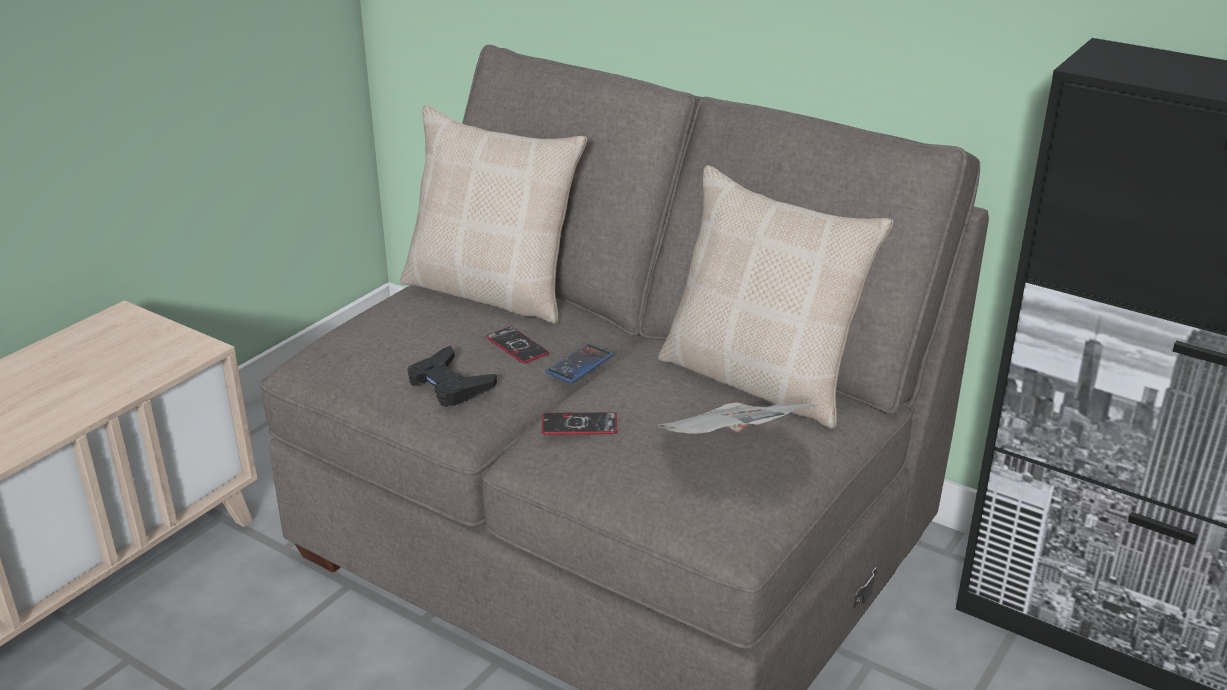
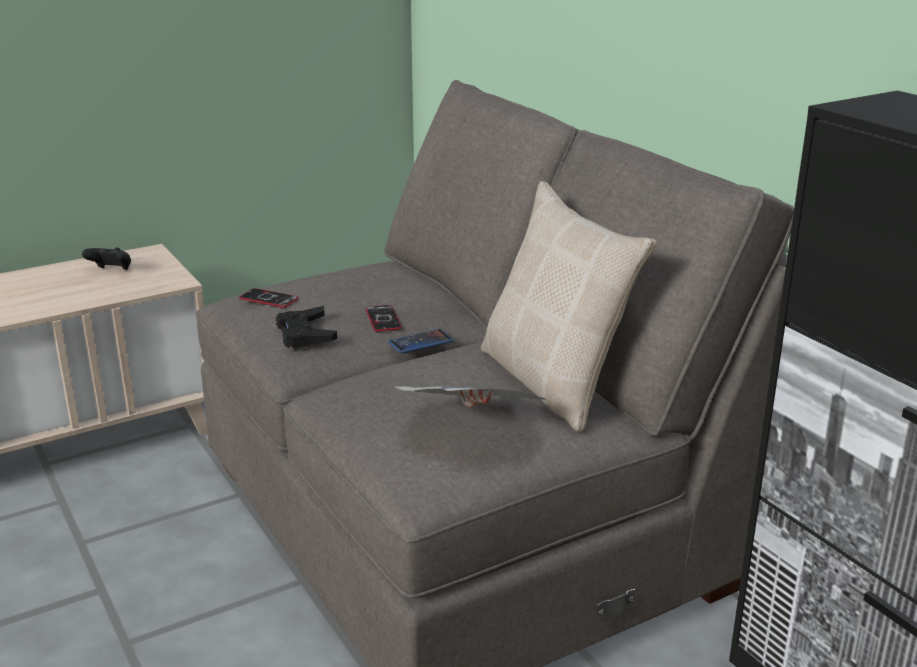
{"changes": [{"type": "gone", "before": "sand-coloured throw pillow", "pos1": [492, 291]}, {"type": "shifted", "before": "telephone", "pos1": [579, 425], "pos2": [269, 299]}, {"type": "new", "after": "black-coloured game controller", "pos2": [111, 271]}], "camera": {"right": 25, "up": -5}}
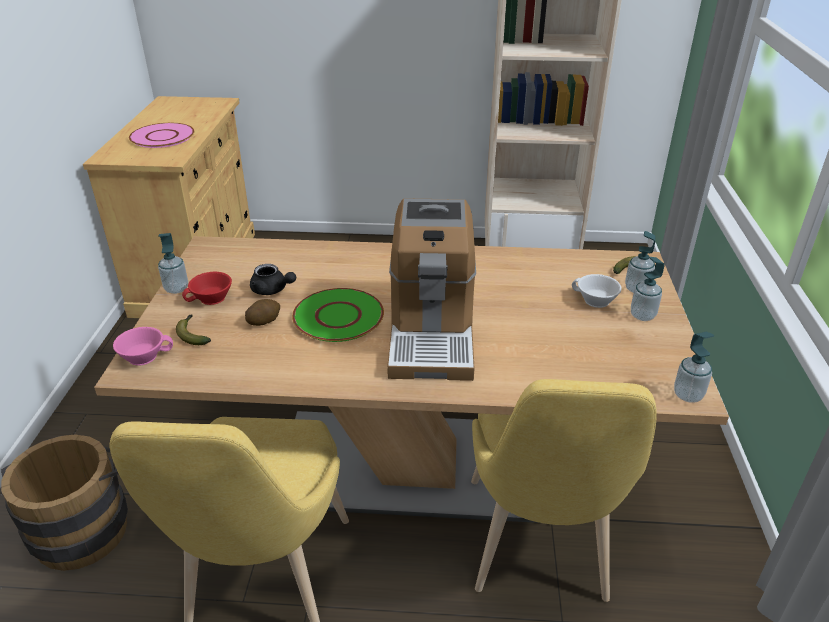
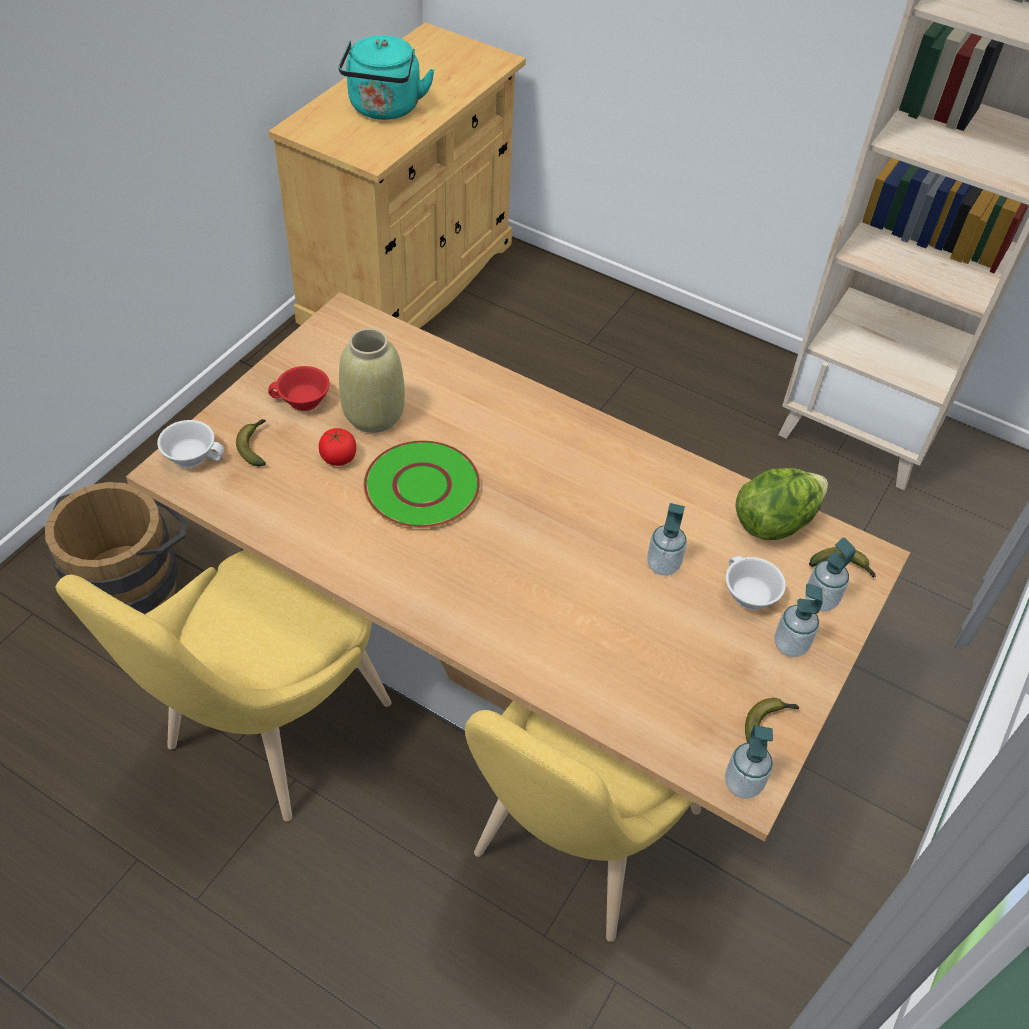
{"changes": [{"type": "swapped", "before": "pinkish plate", "after": "blue-green kettle", "pos1": [162, 137], "pos2": [384, 109]}, {"type": "gone", "before": "coffee maker", "pos1": [431, 333]}, {"type": "shifted", "before": "soap bottle", "pos1": [176, 288], "pos2": [663, 565]}, {"type": "swapped", "before": "black-coloured teapot", "after": "sand-coloured flower vase", "pos1": [272, 290], "pos2": [375, 415]}, {"type": "swapped", "before": "spud", "after": "fresh tomato", "pos1": [264, 321], "pos2": [338, 458]}, {"type": "repainted", "before": "pinkish cup", "after": "white cup", "pos1": [144, 355], "pos2": [192, 454]}, {"type": "new", "after": "lettuce", "pos2": [774, 522]}, {"type": "new", "after": "banana", "pos2": [768, 724]}], "camera": {"right": 25, "up": 15}}
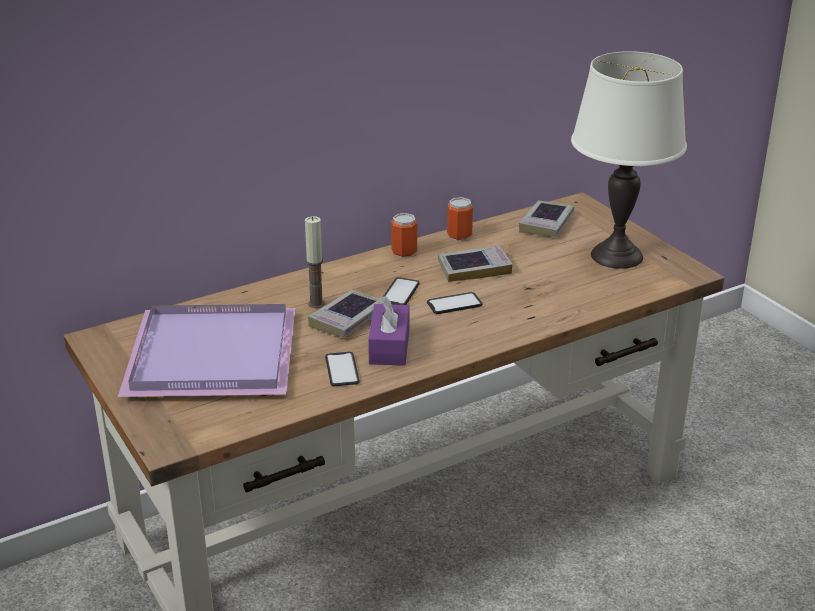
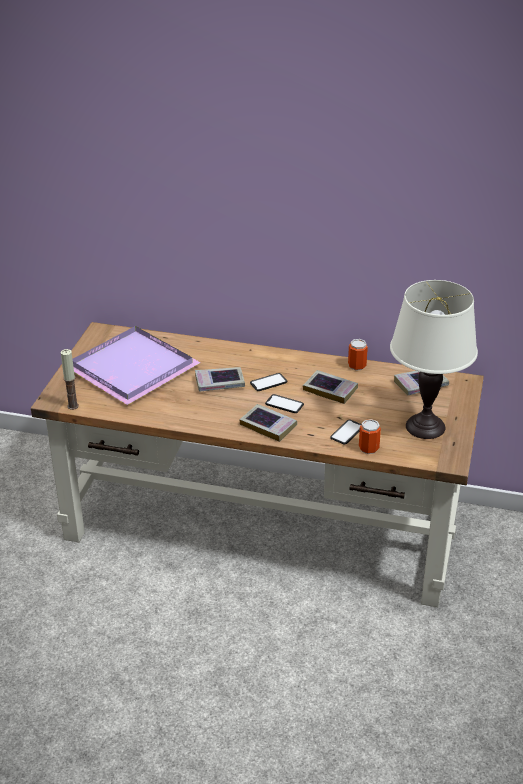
{"changes": [{"type": "shifted", "before": "sealed can", "pos1": [404, 252], "pos2": [368, 448]}, {"type": "shifted", "before": "wax light", "pos1": [316, 304], "pos2": [73, 406]}, {"type": "gone", "before": "purple tissue box", "pos1": [389, 346]}, {"type": "shifted", "before": "telephone", "pos1": [342, 370], "pos2": [346, 432]}, {"type": "new", "after": "bound book", "pos2": [268, 426]}], "camera": {"right": 45, "up": 5}}
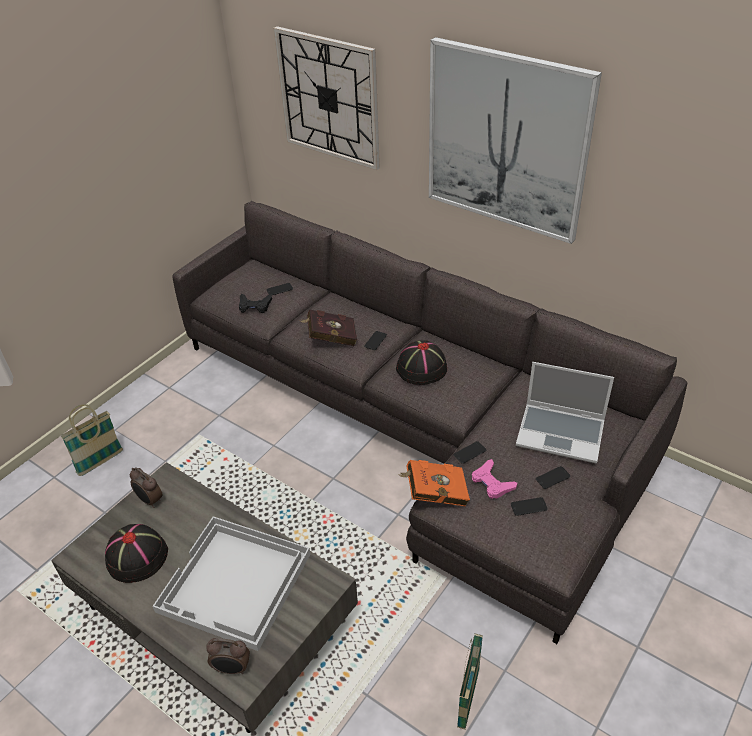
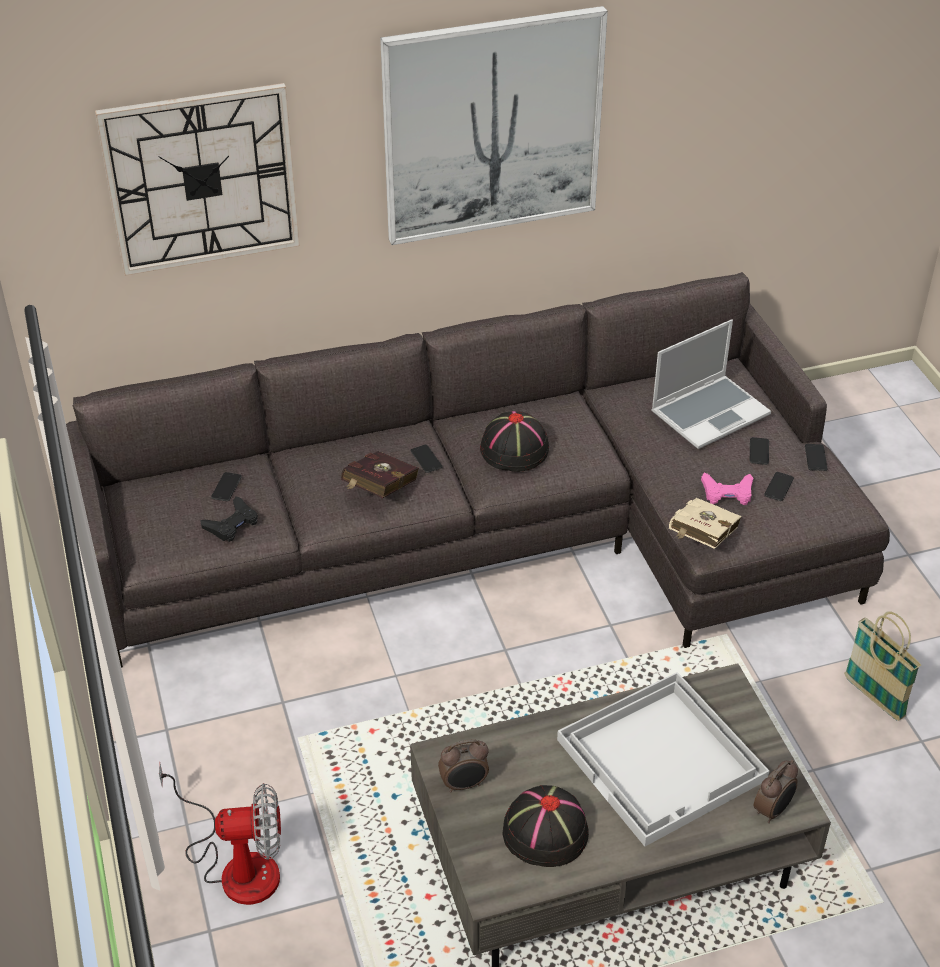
{"changes": [{"type": "swapped", "before": "basket", "after": "electric fan", "pos1": [100, 462], "pos2": [237, 865]}, {"type": "shifted", "before": "telephone", "pos1": [470, 453], "pos2": [815, 458]}, {"type": "repainted", "before": "orange bound book", "after": "sand-coloured bound book", "pos1": [434, 493], "pos2": [700, 539]}], "camera": {"right": -55, "up": 0}}
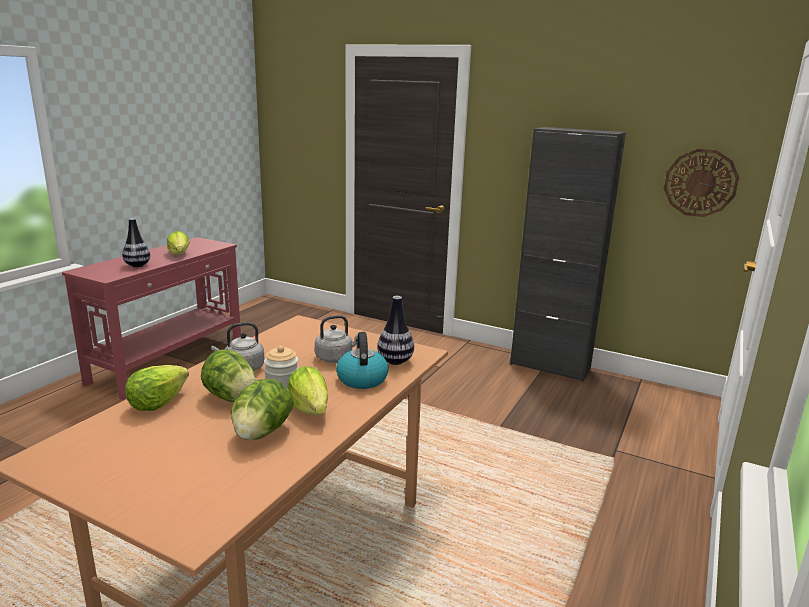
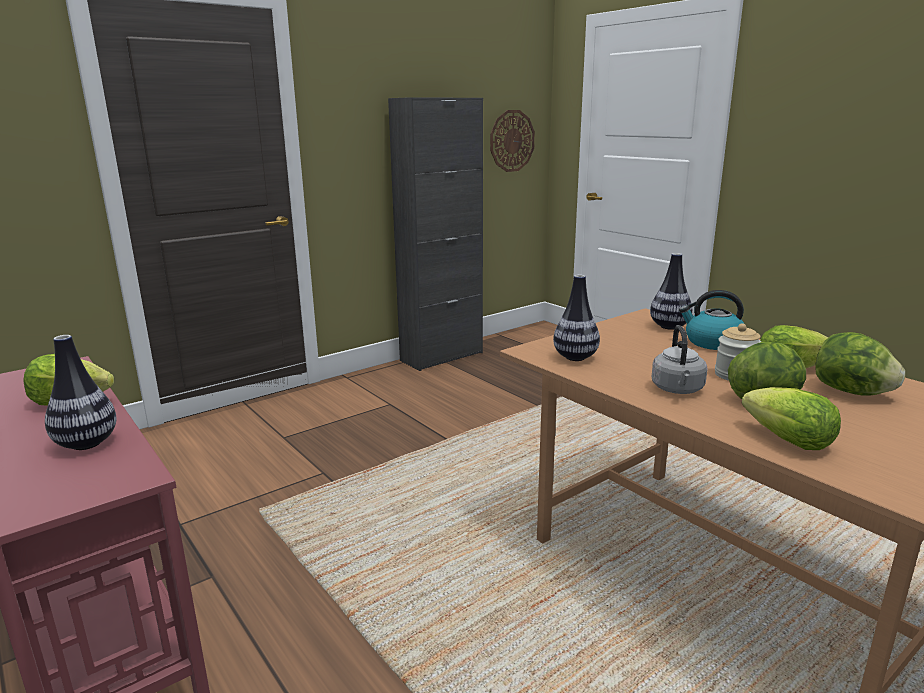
{"changes": [{"type": "gone", "before": "grey kettle", "pos1": [336, 357]}, {"type": "new", "after": "flower vase", "pos2": [575, 357]}], "camera": {"right": -65, "up": 0}}
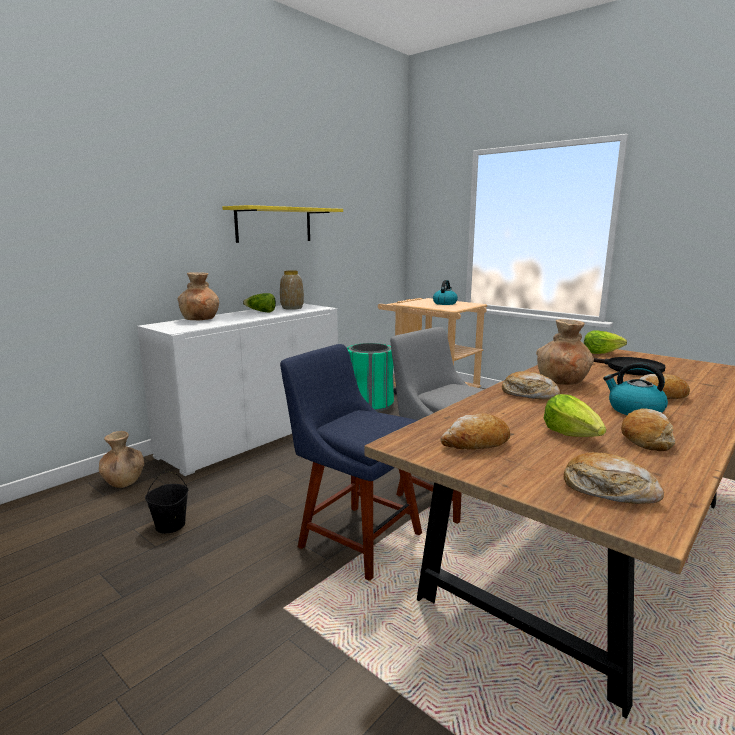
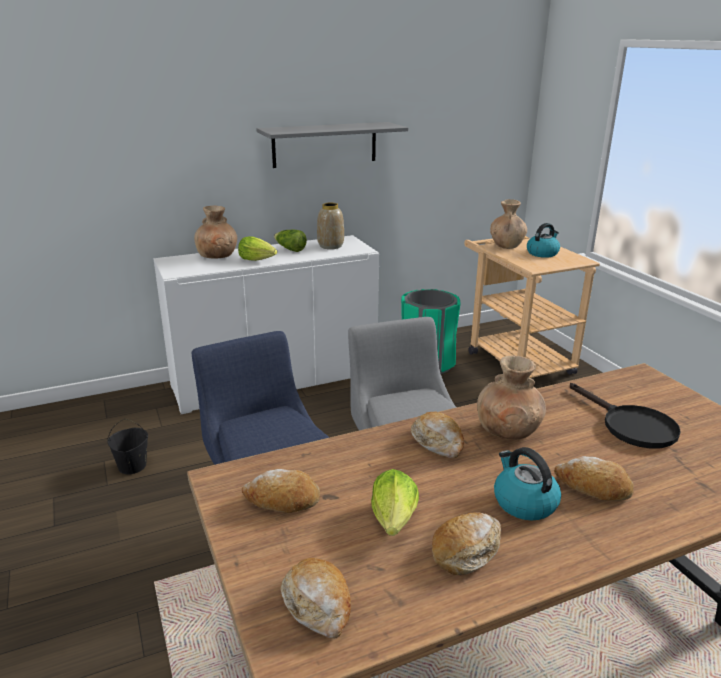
{"changes": [{"type": "repainted", "before": "yellow wall shelf", "after": "grey wall shelf", "pos1": [274, 225], "pos2": [325, 144]}, {"type": "shifted", "before": "lettuce", "pos1": [601, 353], "pos2": [257, 259]}, {"type": "shifted", "before": "brown-coloured flower vase", "pos1": [124, 482], "pos2": [506, 245]}], "camera": {"right": 25, "up": 10}}
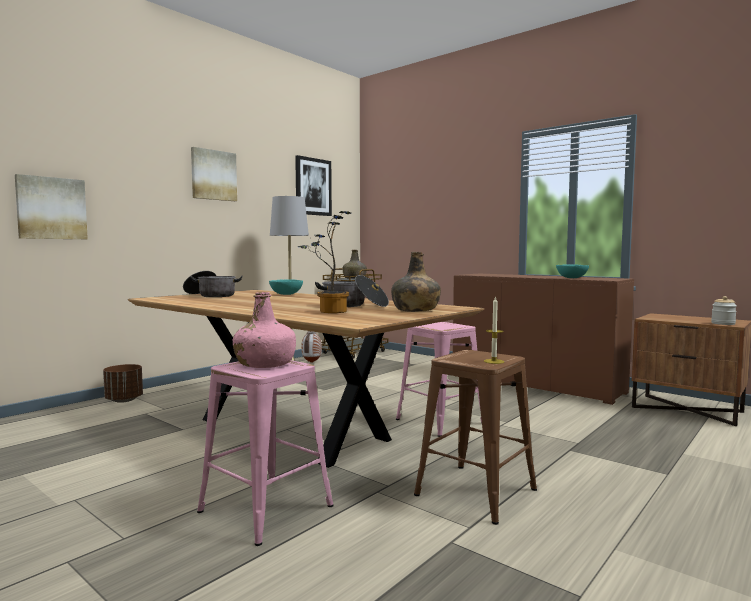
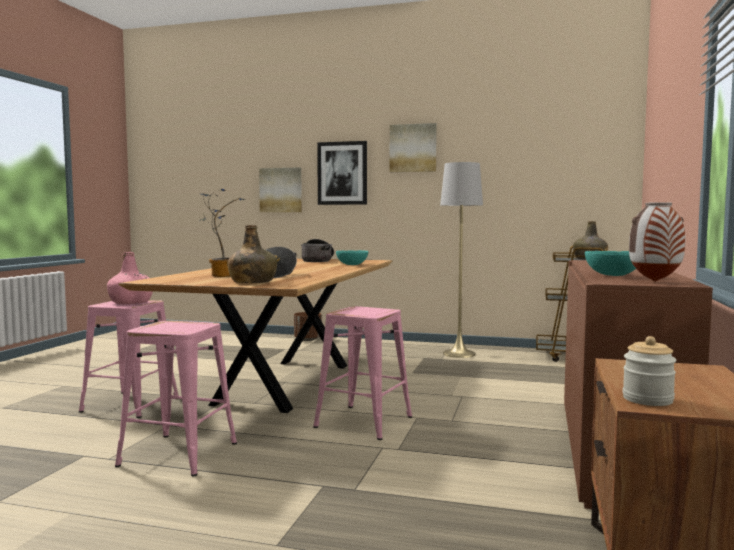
{"changes": [{"type": "shifted", "before": "picture", "pos1": [313, 186], "pos2": [342, 173]}, {"type": "gone", "before": "wax light", "pos1": [494, 361]}, {"type": "shifted", "before": "flower vase", "pos1": [311, 362], "pos2": [654, 281]}, {"type": "repainted", "before": "brown-coloured stool", "after": "pinkish stool", "pos1": [477, 492], "pos2": [178, 454]}], "camera": {"right": 65, "up": 0}}
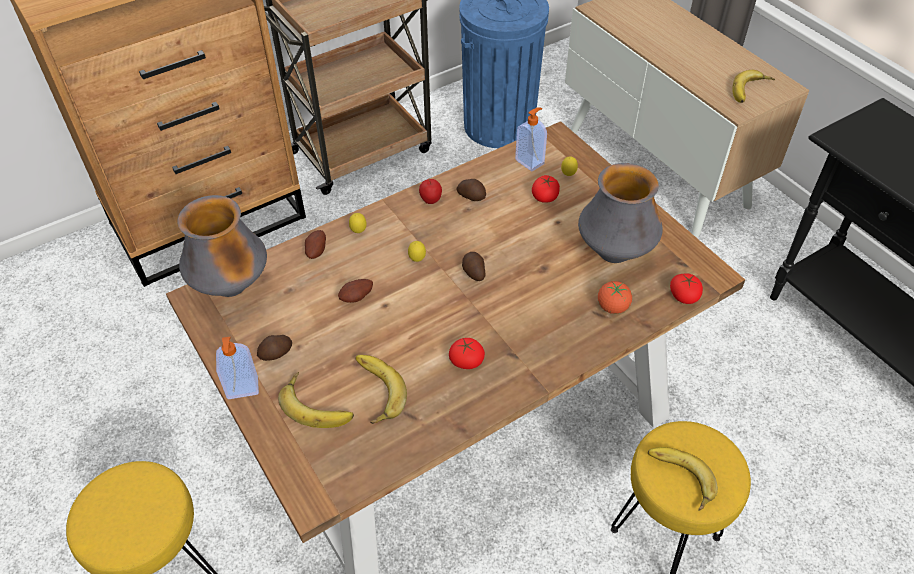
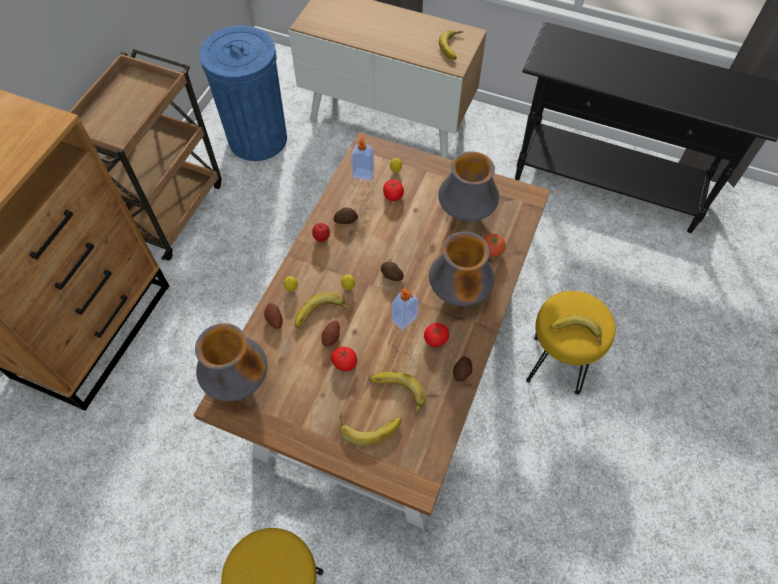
{"changes": [{"type": "shifted", "before": "fresh tomato", "pos1": [684, 296], "pos2": [344, 362]}, {"type": "shifted", "before": "spud", "pos1": [276, 354], "pos2": [462, 371]}, {"type": "shifted", "before": "soap bottle", "pos1": [242, 389], "pos2": [405, 319]}, {"type": "new", "after": "flower vase", "pos2": [459, 292]}, {"type": "new", "after": "banana", "pos2": [321, 315]}], "camera": {"right": -35, "up": 10}}
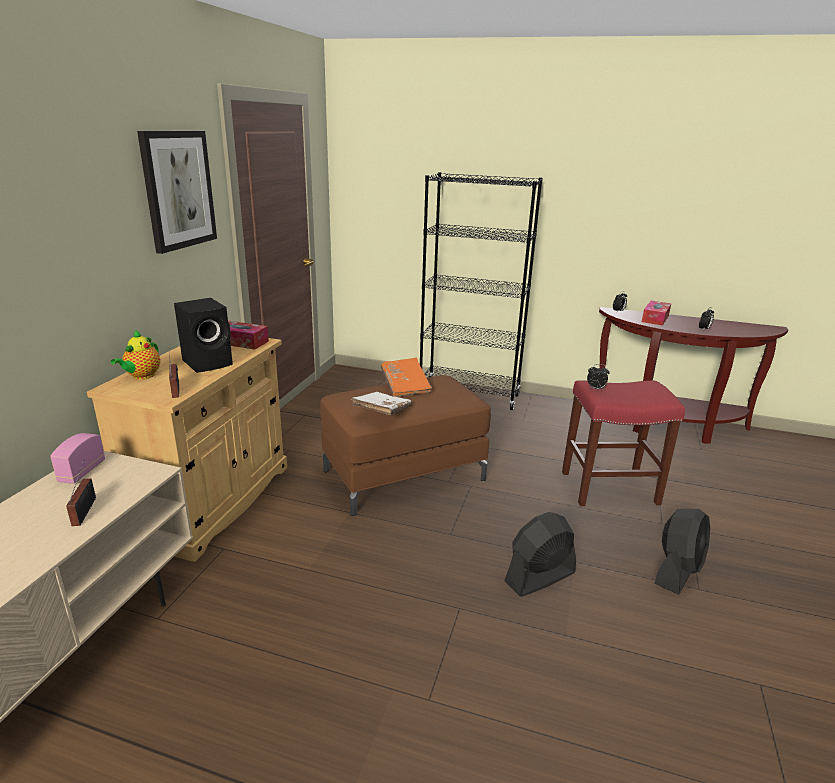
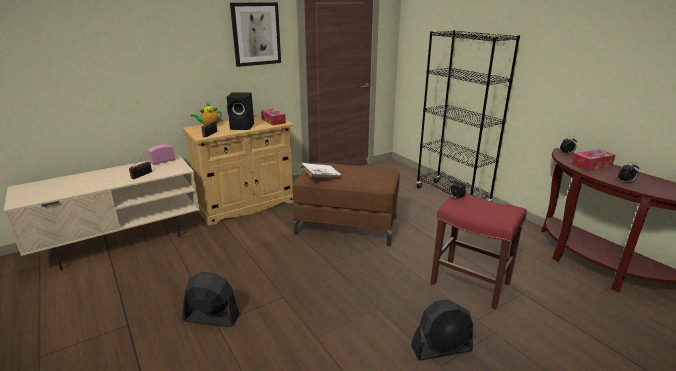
{"changes": [{"type": "gone", "before": "orange bound book", "pos1": [405, 386]}, {"type": "shifted", "before": "black-coloured electric fan", "pos1": [539, 577], "pos2": [211, 318]}], "camera": {"right": 40, "up": 0}}
